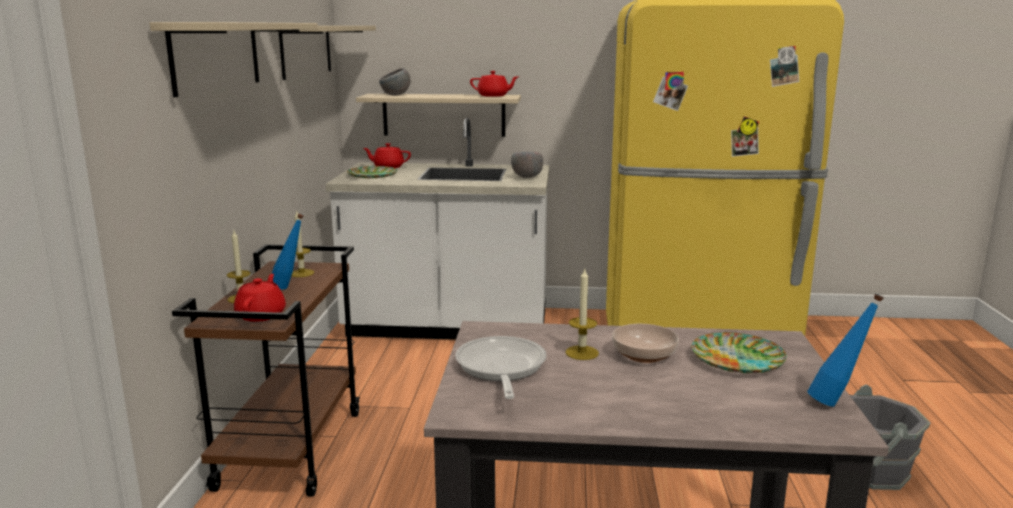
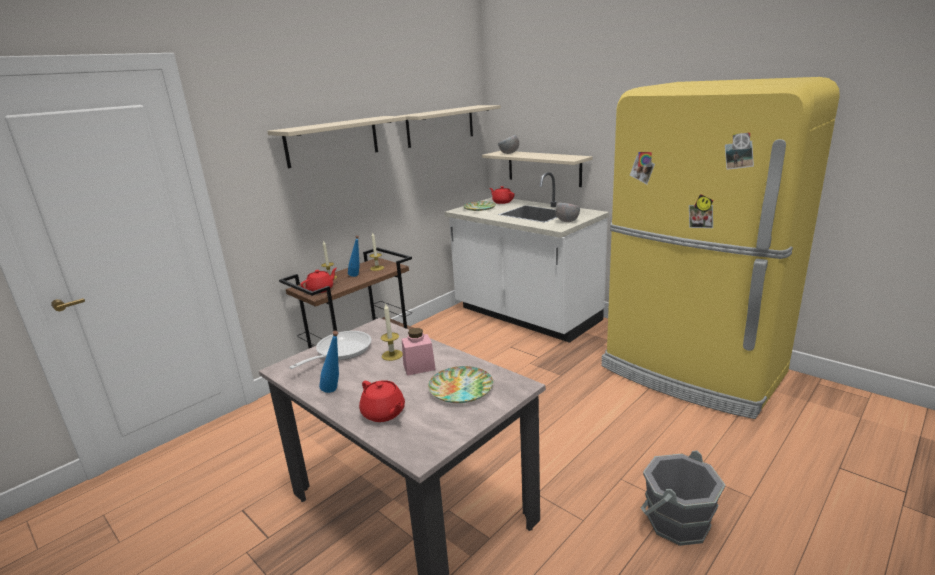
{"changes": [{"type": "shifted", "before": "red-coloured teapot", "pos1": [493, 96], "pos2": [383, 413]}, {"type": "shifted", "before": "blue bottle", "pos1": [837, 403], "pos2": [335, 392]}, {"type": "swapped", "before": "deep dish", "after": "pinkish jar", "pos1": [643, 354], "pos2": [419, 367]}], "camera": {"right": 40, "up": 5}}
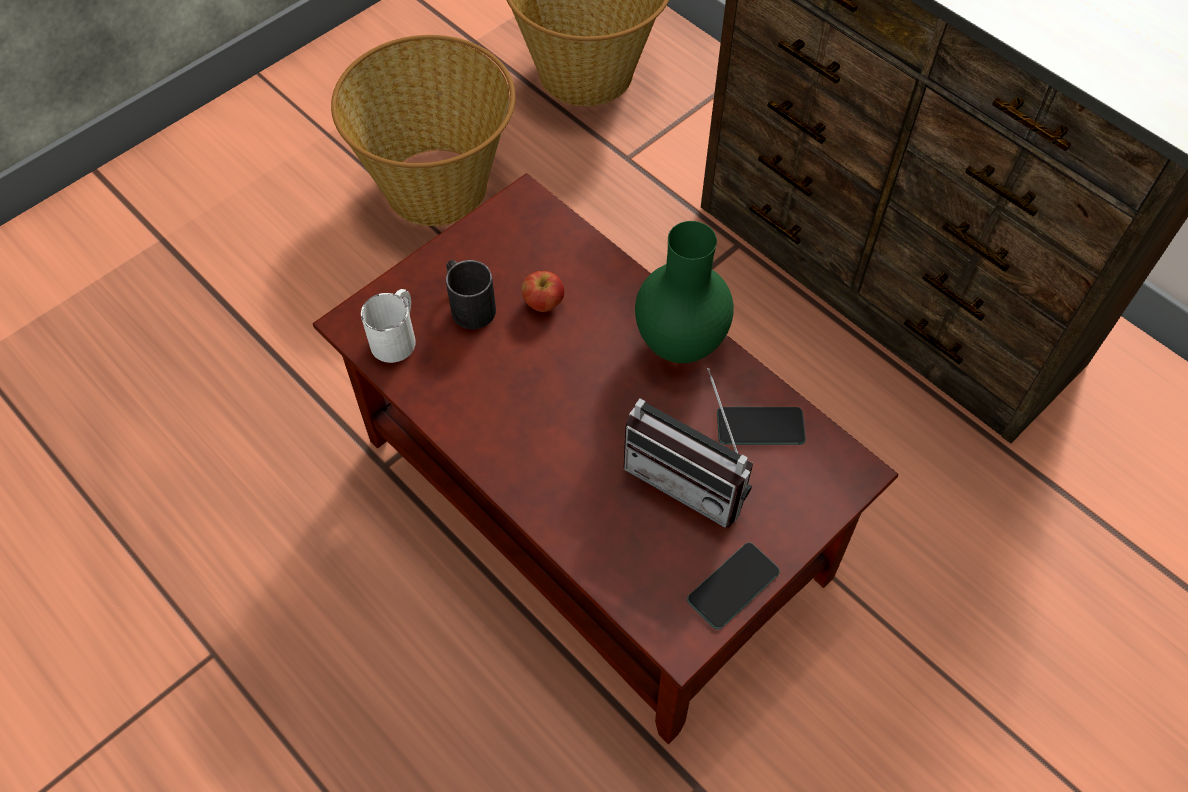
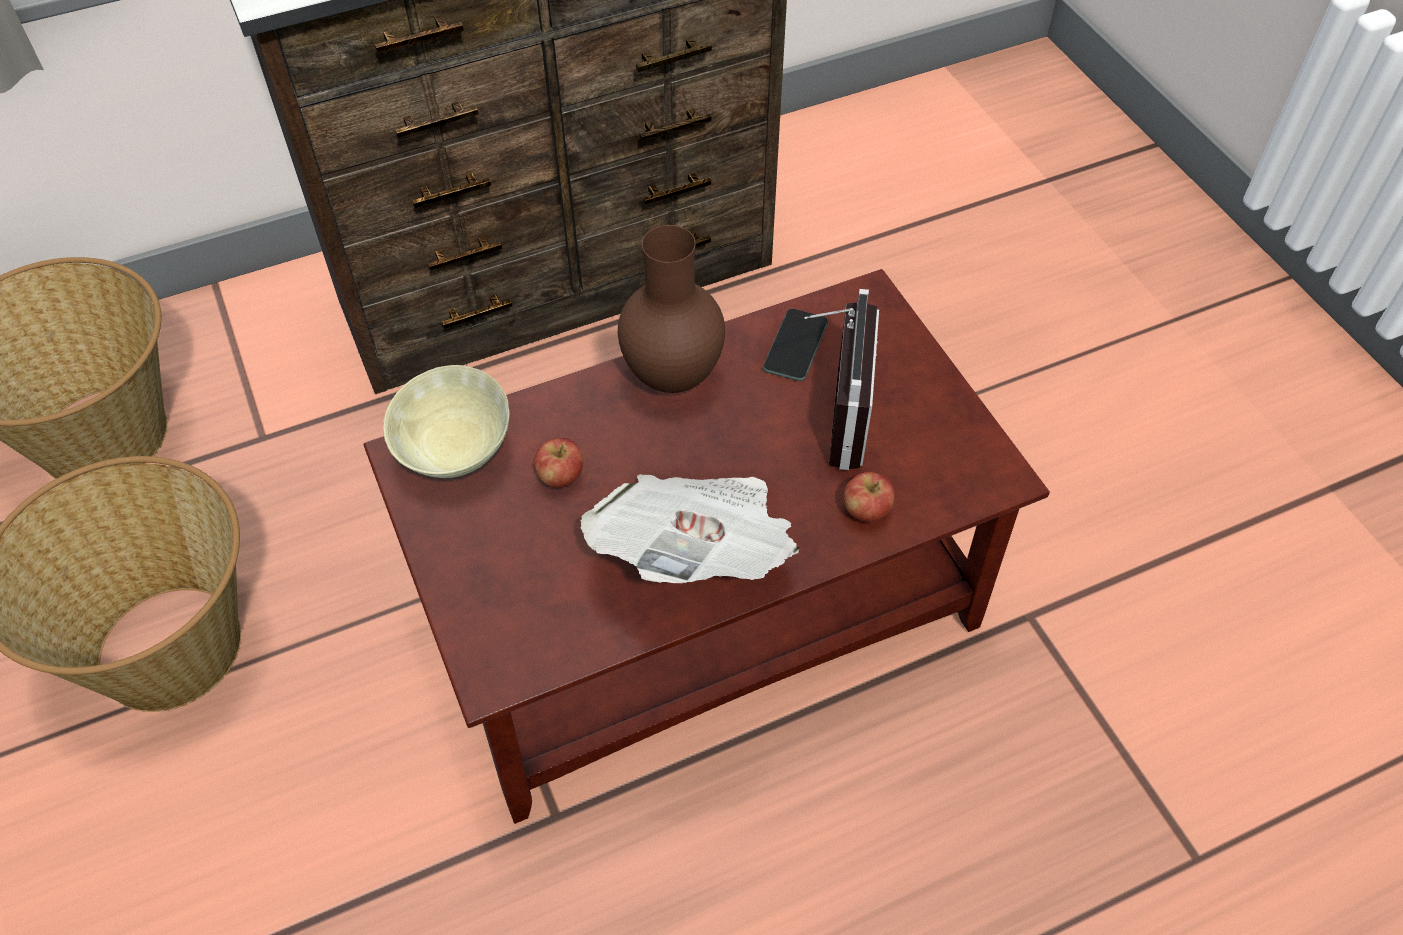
{"changes": [{"type": "repainted", "before": "green flower vase", "after": "brown-coloured flower vase", "pos1": [682, 346], "pos2": [675, 375]}, {"type": "gone", "before": "black-coloured tea mug", "pos1": [468, 304]}, {"type": "gone", "before": "white tea mug", "pos1": [397, 335]}, {"type": "rotated", "before": "radio set", "pos1": [691, 477], "pos2": [832, 415], "turn": -45}, {"type": "gone", "before": "telephone", "pos1": [733, 586]}, {"type": "new", "after": "sand-coloured deep dish", "pos2": [454, 453]}, {"type": "new", "after": "whole apple", "pos2": [866, 510]}, {"type": "new", "after": "printed paper", "pos2": [697, 554]}], "camera": {"right": -70, "up": -5}}
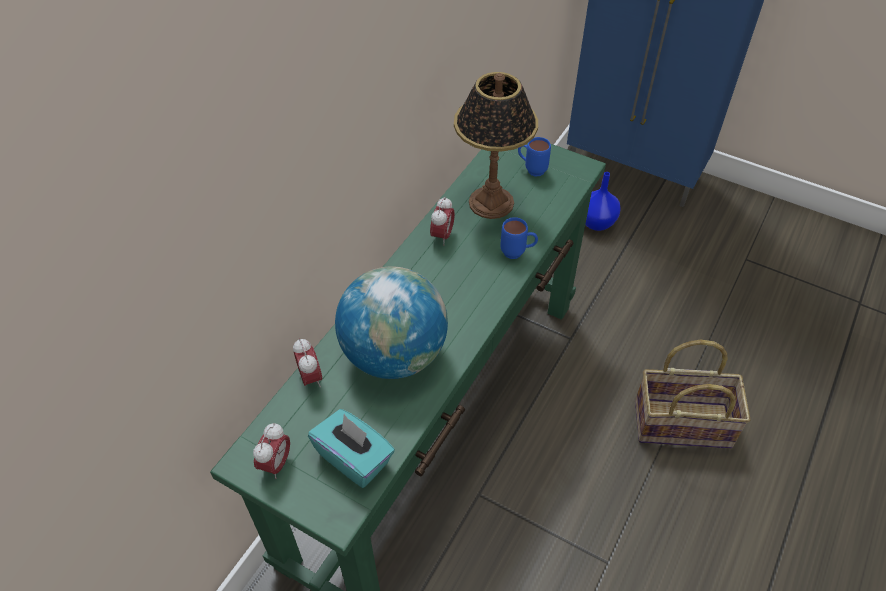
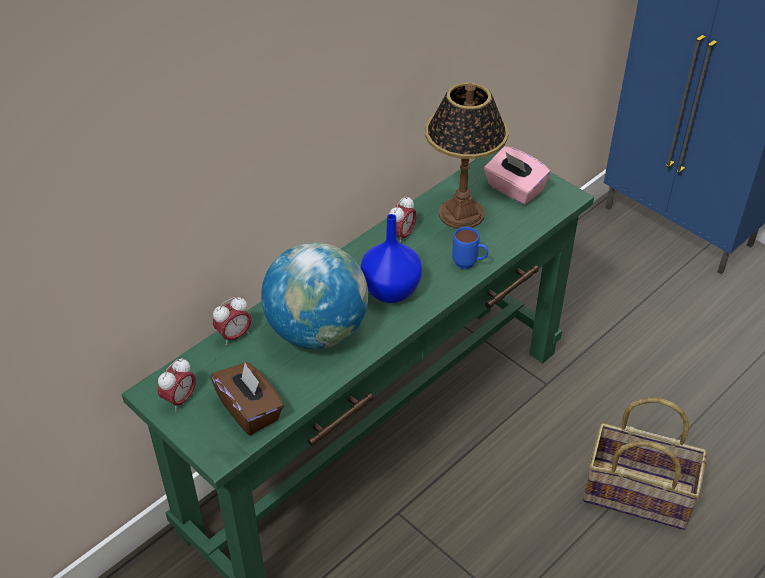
{"changes": [{"type": "swapped", "before": "blue tea mug", "after": "pinkish tissue box", "pos1": [531, 169], "pos2": [514, 189]}, {"type": "shifted", "before": "blue flower vase", "pos1": [596, 222], "pos2": [391, 290]}, {"type": "rotated", "before": "alarm clock", "pos1": [310, 378], "pos2": [234, 336], "turn": 60}, {"type": "repainted", "before": "blue-green tissue box", "after": "brown-coloured tissue box", "pos1": [354, 458], "pos2": [250, 410]}], "camera": {"right": 15, "up": -5}}
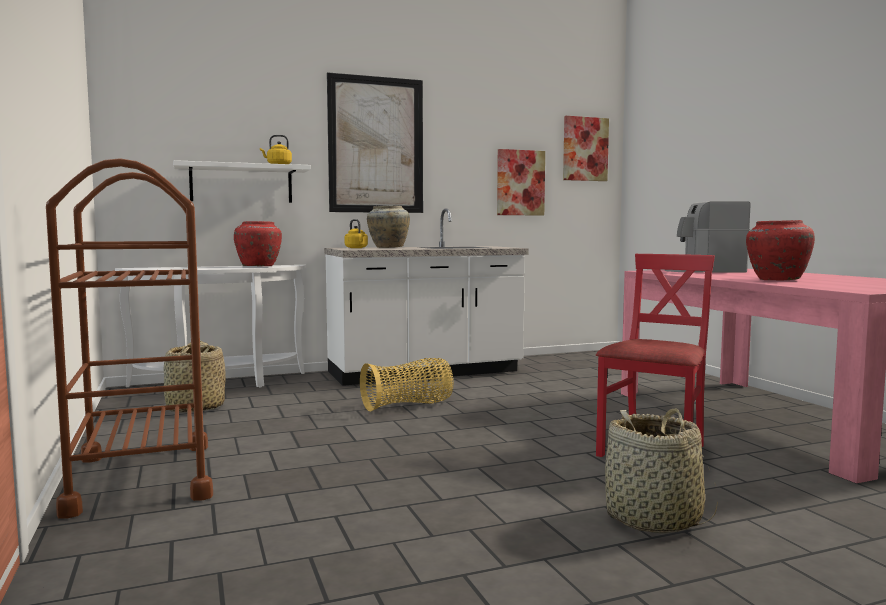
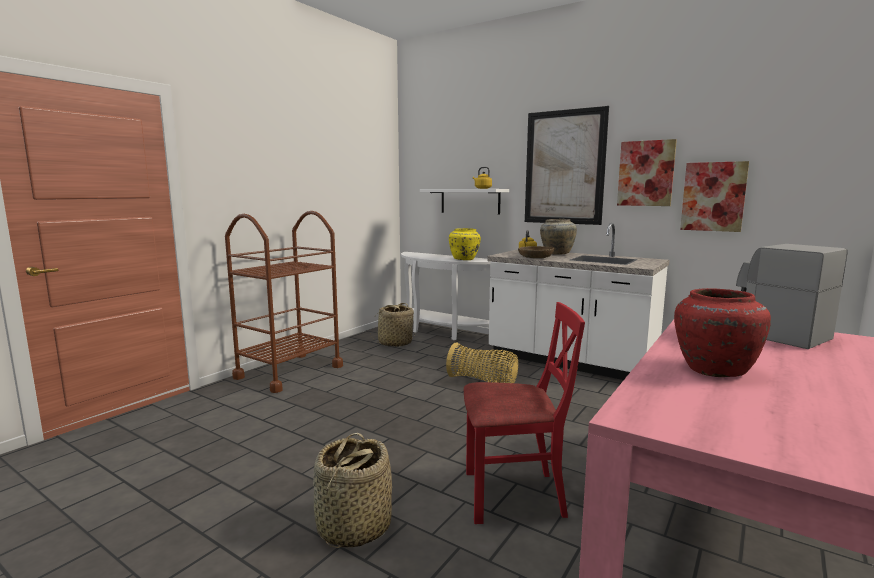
{"changes": [{"type": "shifted", "before": "picture", "pos1": [585, 149], "pos2": [646, 173]}, {"type": "repainted", "before": "red-coloured flower vase", "after": "yellow flower vase", "pos1": [259, 266], "pos2": [464, 259]}, {"type": "new", "after": "brown-coloured deep dish", "pos2": [535, 257]}], "camera": {"right": 55, "up": 5}}
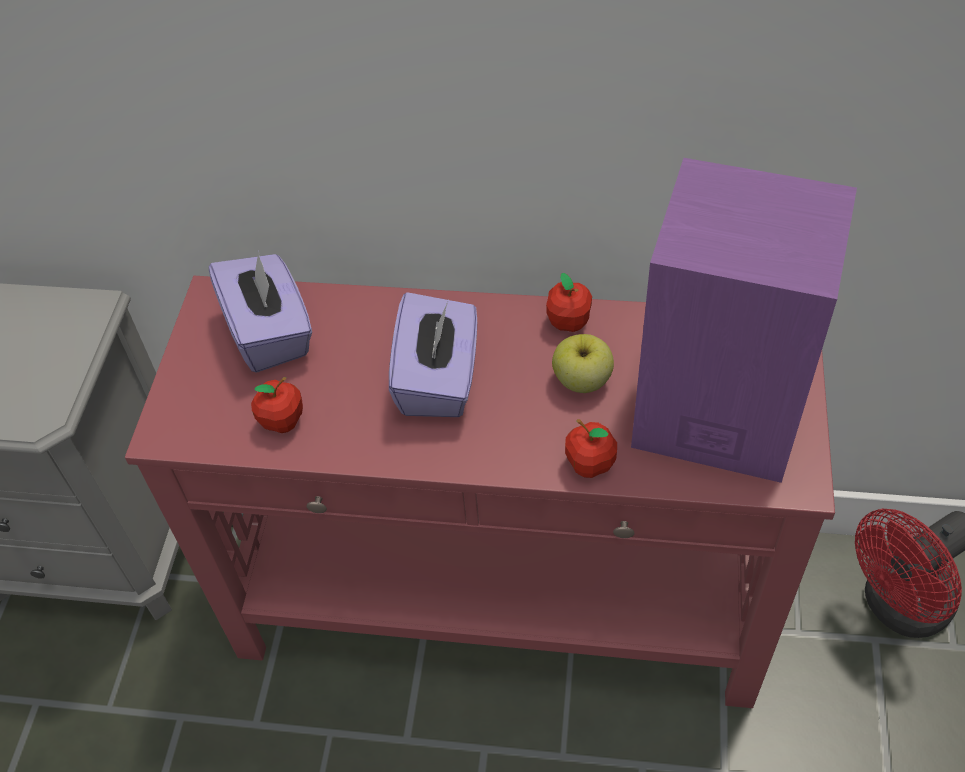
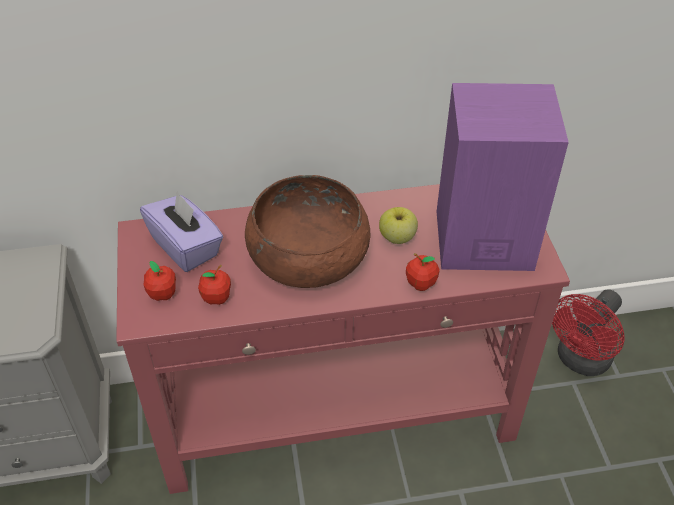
{"changes": [{"type": "shifted", "before": "whole apple", "pos1": [568, 322], "pos2": [162, 294]}, {"type": "swapped", "before": "purple tissue box", "after": "brown-coloured deep dish", "pos1": [438, 380], "pos2": [308, 254]}], "camera": {"right": -20, "up": -5}}
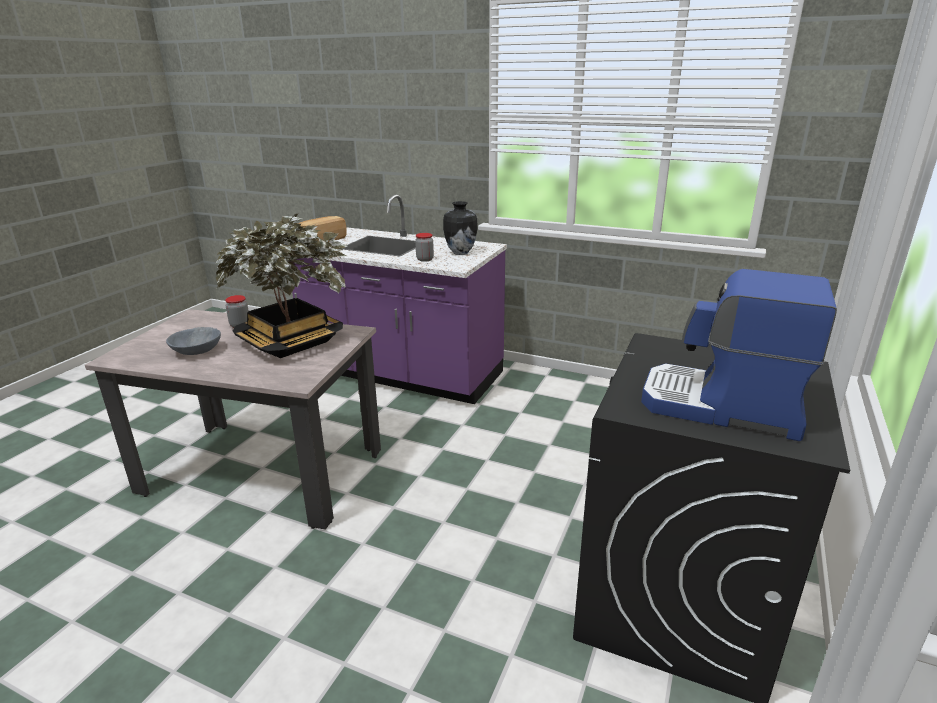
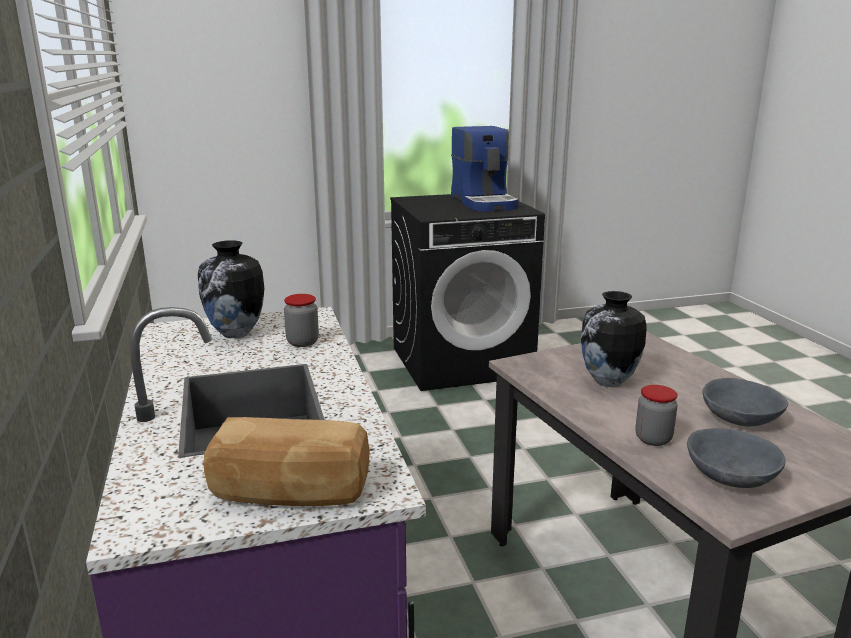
{"changes": [{"type": "swapped", "before": "potted plant", "after": "flower vase", "pos1": [290, 342], "pos2": [608, 382]}, {"type": "new", "after": "grey deep dish", "pos2": [731, 475]}], "camera": {"right": -130, "up": -5}}
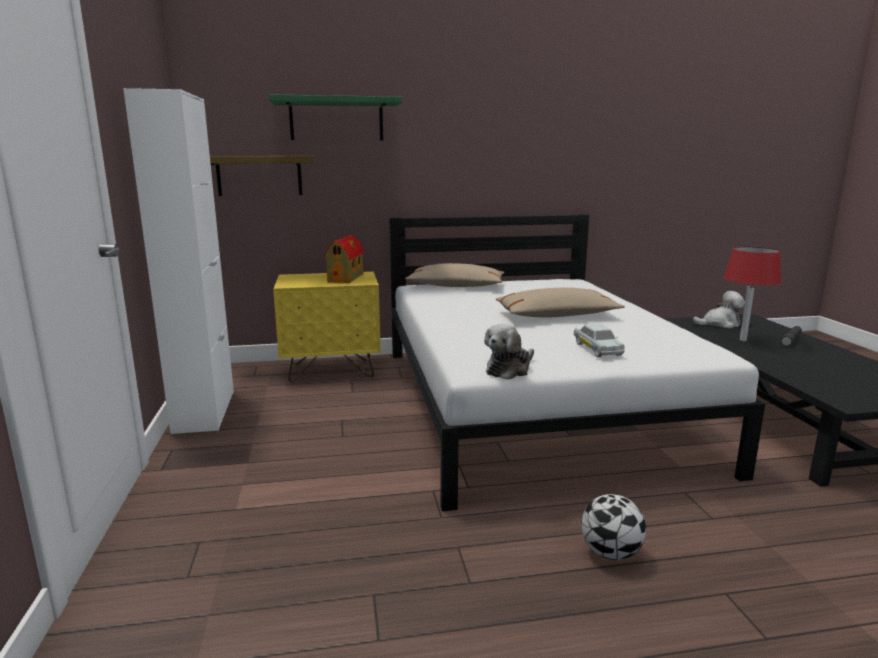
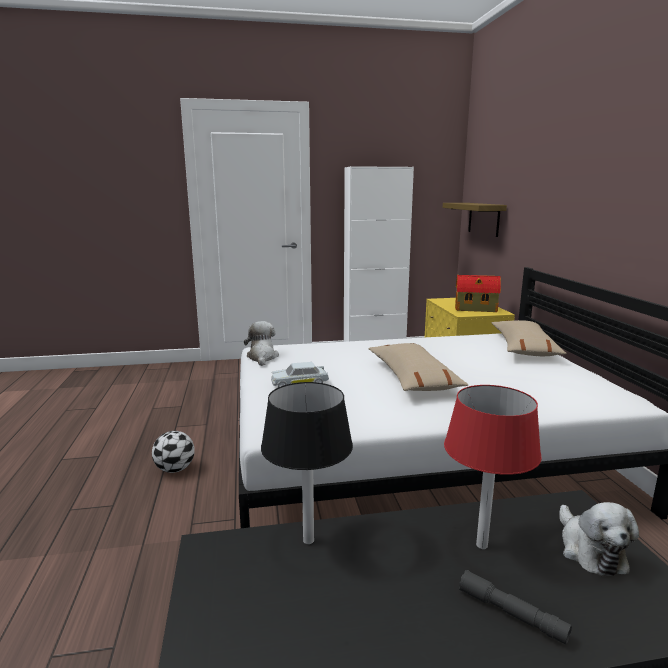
{"changes": [{"type": "gone", "before": "green wall shelf", "pos1": [336, 120]}, {"type": "rotated", "before": "plush toy", "pos1": [509, 369], "pos2": [262, 357], "turn": 45}, {"type": "new", "after": "black-coloured lamp for a table", "pos2": [308, 541]}], "camera": {"right": 90, "up": 0}}
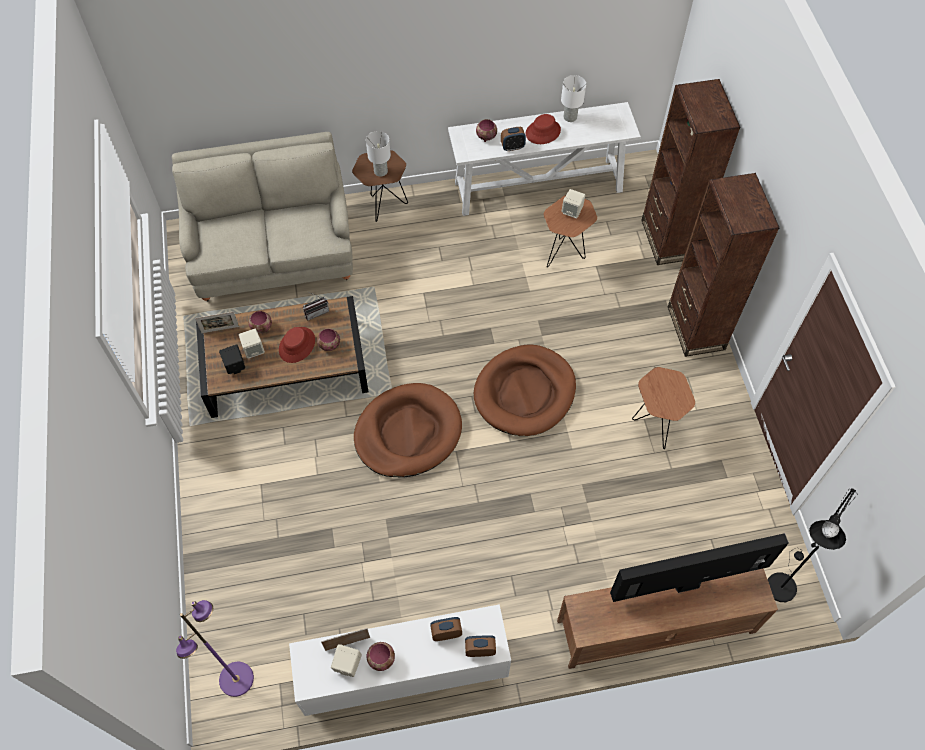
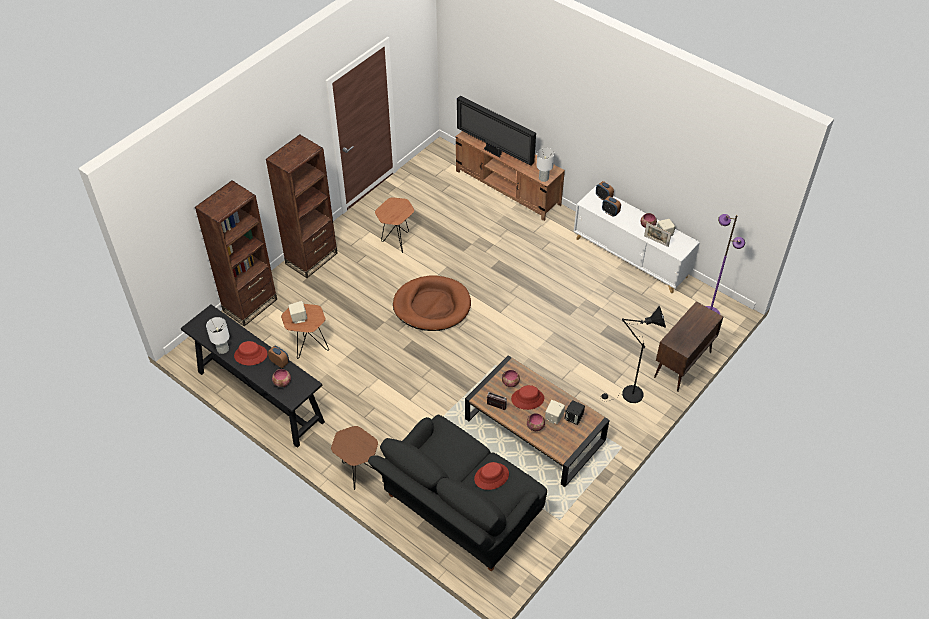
{"changes": [{"type": "repainted", "before": "white hall table", "after": "black-coloured hall table", "pos1": [539, 187], "pos2": [259, 396]}, {"type": "shifted", "before": "white lamp for a table", "pos1": [381, 171], "pos2": [543, 178]}, {"type": "repainted", "before": "sand-coloured settee", "after": "black-coloured settee", "pos1": [273, 251], "pos2": [458, 510]}, {"type": "gone", "before": "standing frame", "pos1": [220, 329]}, {"type": "gone", "before": "brown-coloured dog bed", "pos1": [408, 433]}, {"type": "shifted", "before": "black-coloured standard lamp", "pos1": [782, 581], "pos2": [628, 395]}, {"type": "new", "after": "brown-coloured cabinet", "pos2": [682, 365]}, {"type": "new", "after": "red-coloured clothing hat", "pos2": [491, 476]}], "camera": {"right": -130, "up": -10}}
